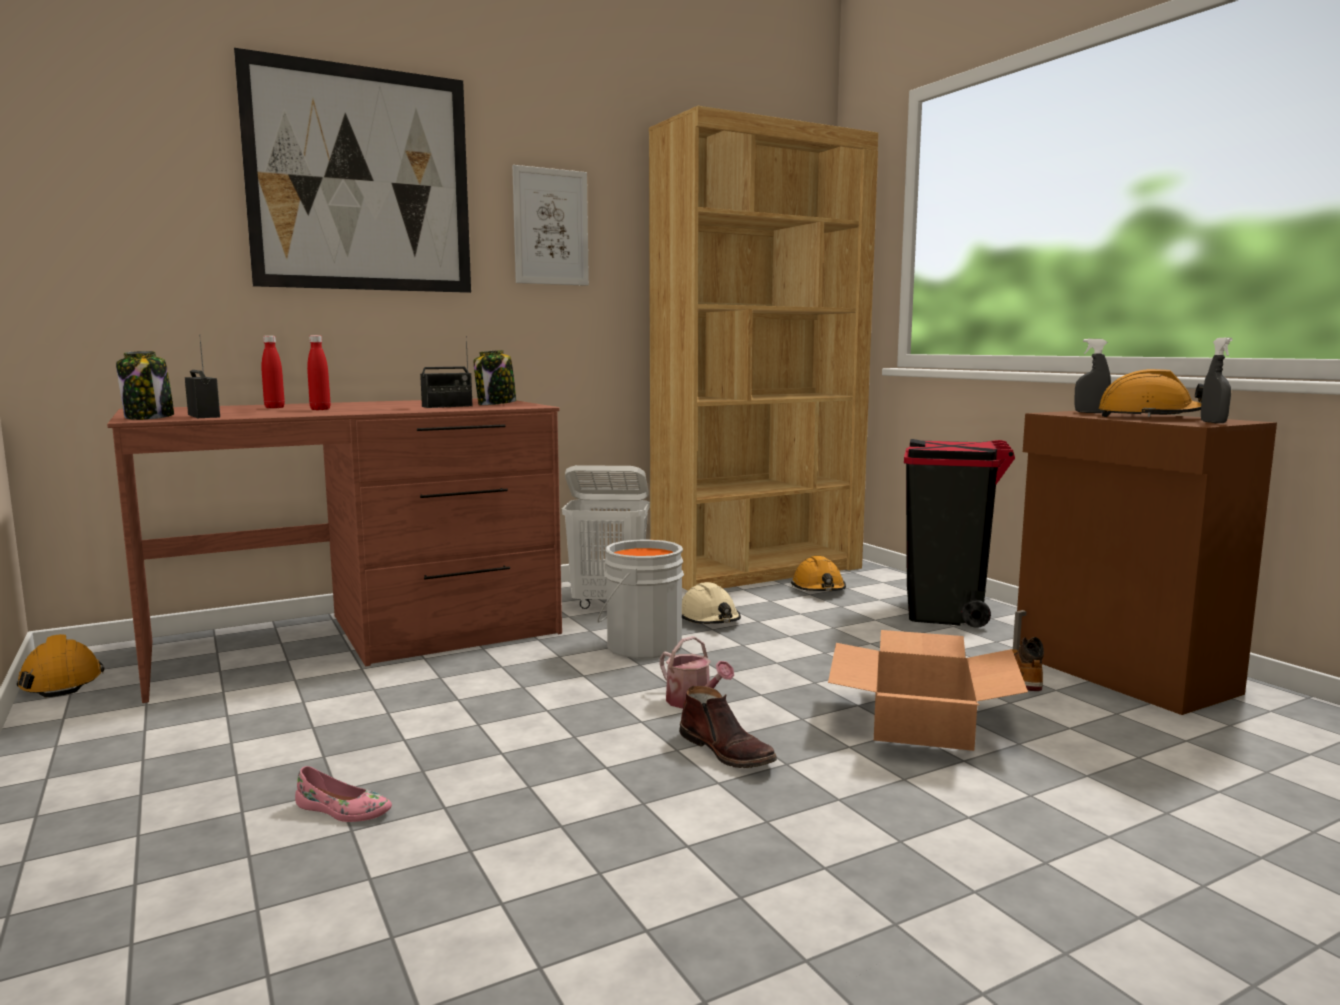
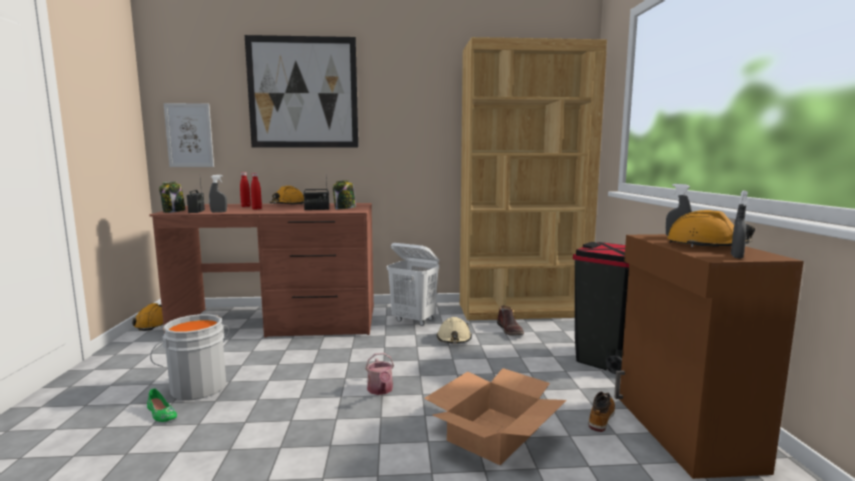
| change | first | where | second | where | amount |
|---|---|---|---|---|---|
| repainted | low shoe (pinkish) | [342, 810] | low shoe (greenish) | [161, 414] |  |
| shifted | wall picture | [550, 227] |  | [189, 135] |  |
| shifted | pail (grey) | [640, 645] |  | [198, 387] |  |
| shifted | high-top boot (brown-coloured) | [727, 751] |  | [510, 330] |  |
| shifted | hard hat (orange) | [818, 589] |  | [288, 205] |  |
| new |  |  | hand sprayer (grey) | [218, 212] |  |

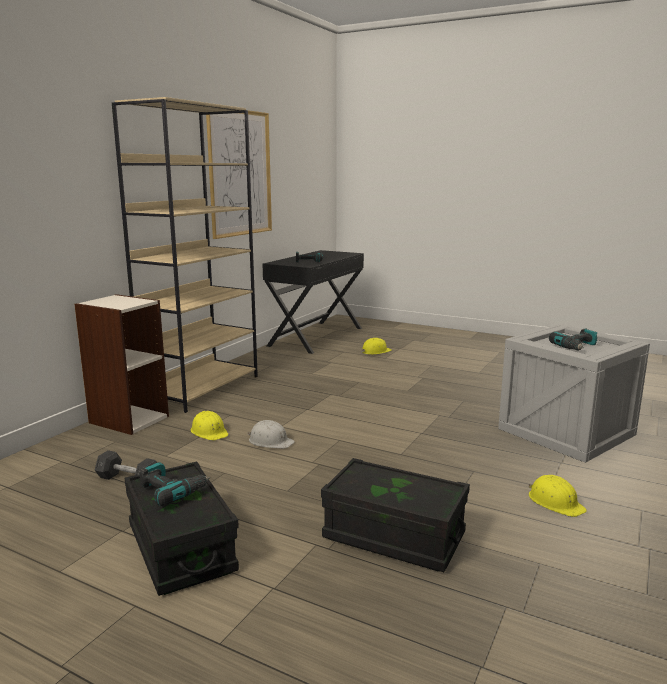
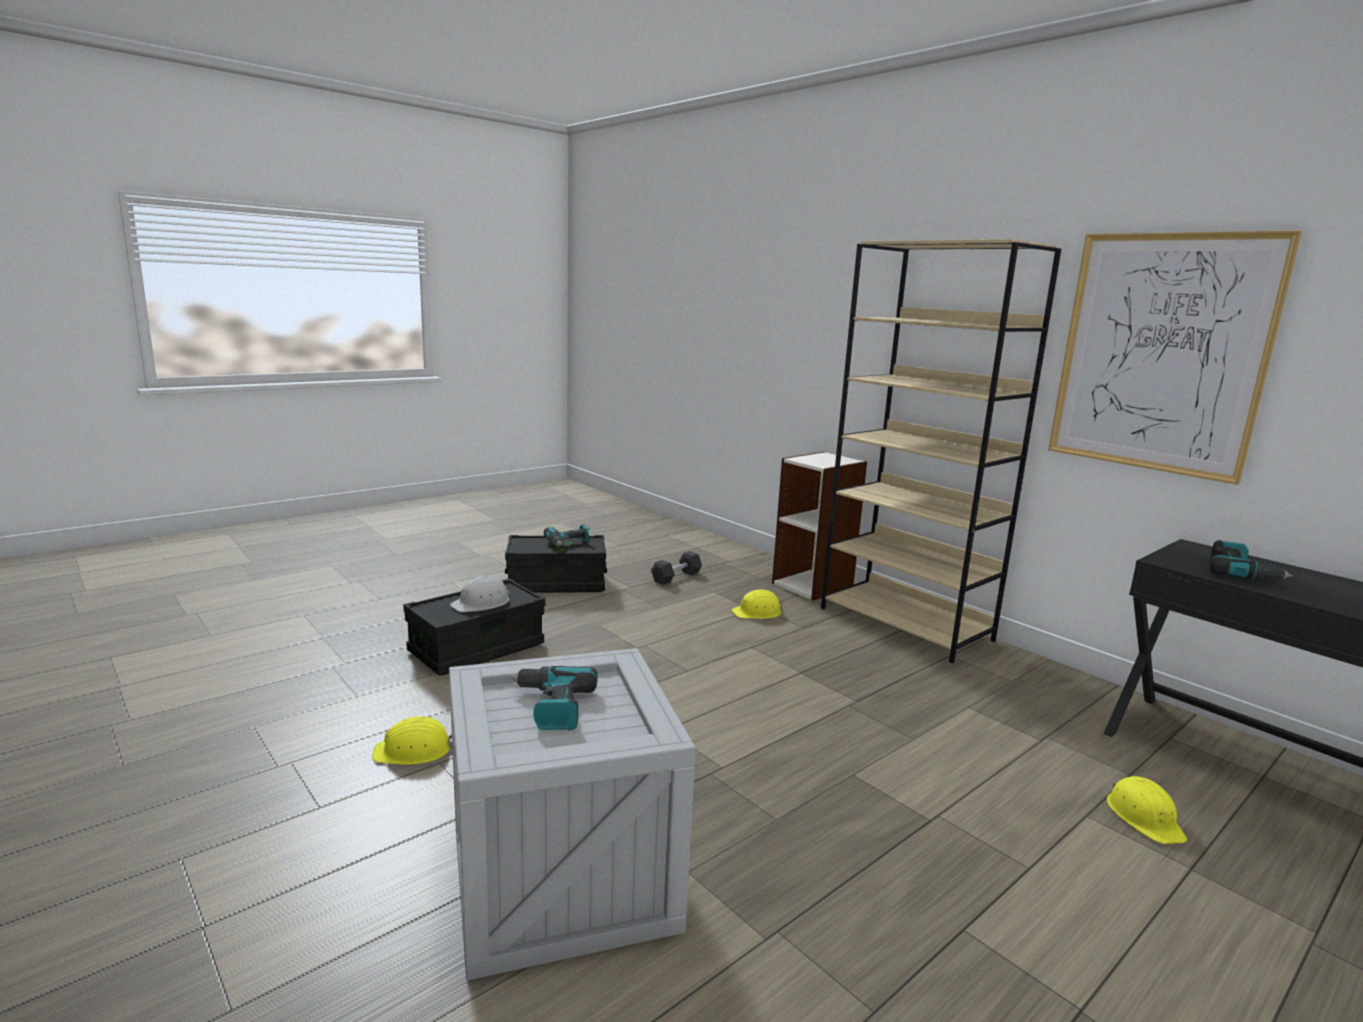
| change | first | where | second | where | amount |
|---|---|---|---|---|---|
| shifted | hard hat (whitish) | [270, 441] |  | [482, 603] |  |

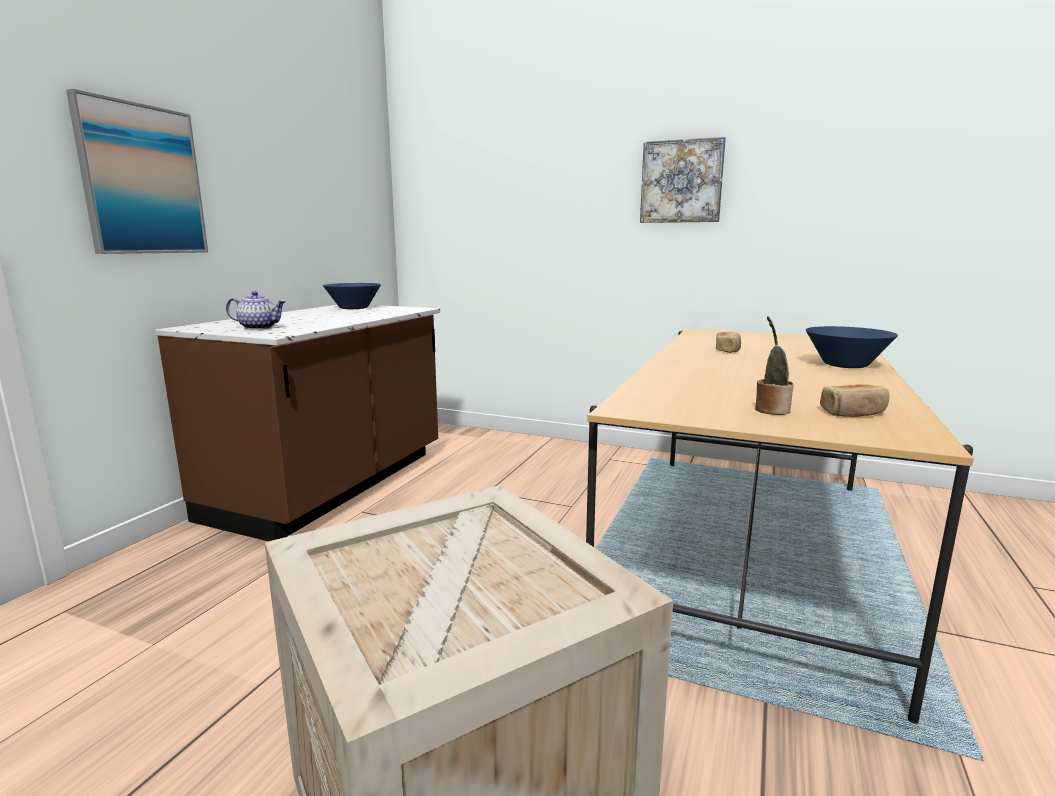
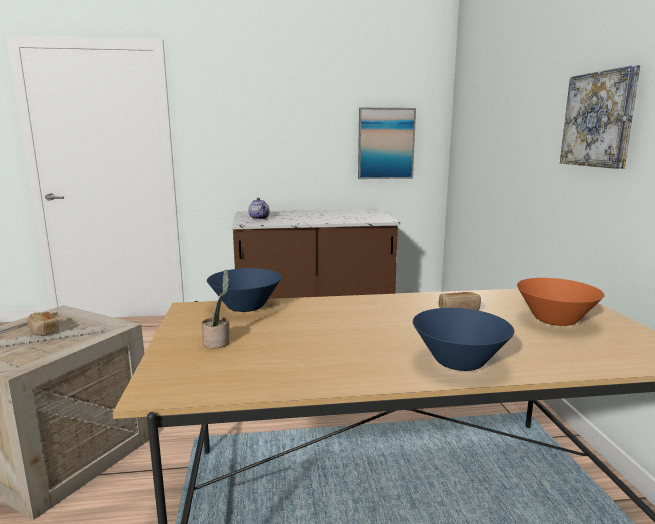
| change | first | where | second | where | amount |
|---|---|---|---|---|---|
| shifted | wall picture | [142, 180] |  | [386, 143] |  |
| shifted | bowl (blue-coloured) | [354, 308] |  | [245, 307] |  |
| shifted | bread | [853, 413] |  | [43, 331] |  |
| new |  |  | bowl (orange) | [554, 320] |  |

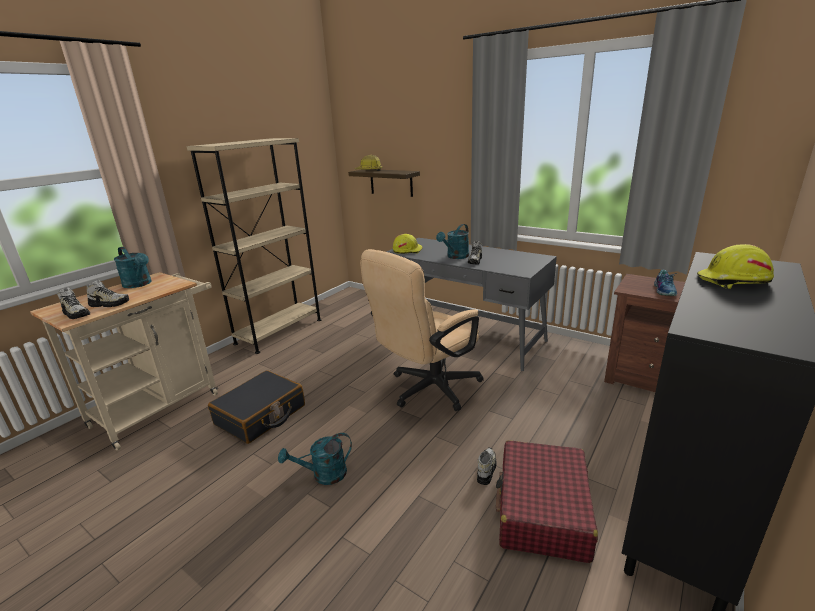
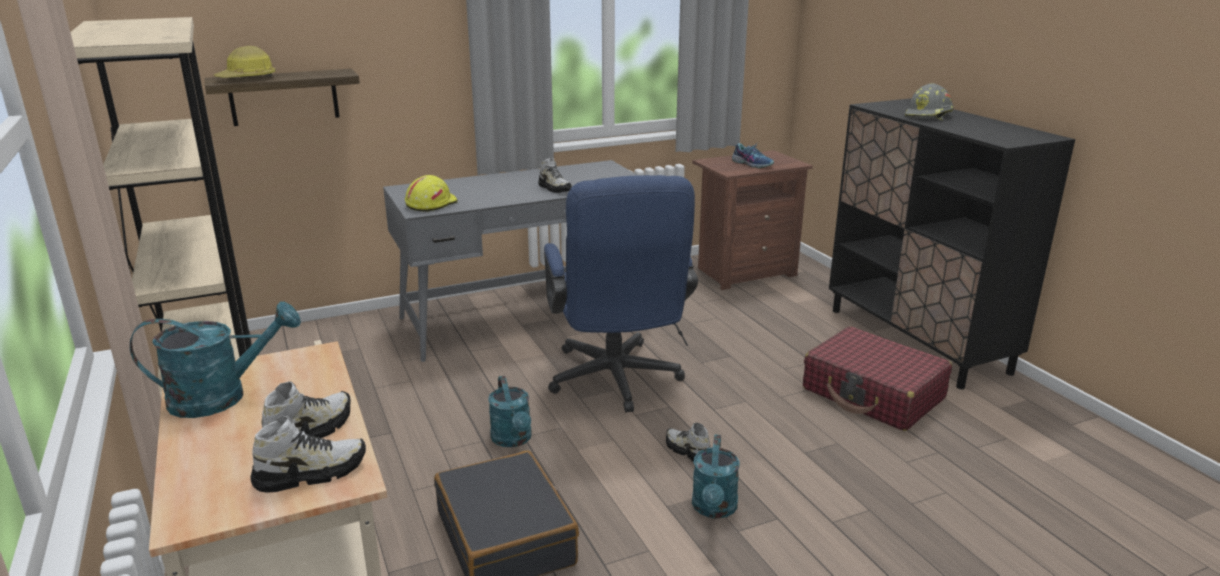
| change | first | where | second | where | amount |
|---|---|---|---|---|---|
| repainted | desk chair (beige-coloured) | [427, 390] | desk chair (blue-coloured) | [616, 383] |  |
| shifted | sprinkling can (turquoise) | [455, 257] |  | [513, 440] |  |
| shifted | low shoe | [486, 469] |  | [688, 452] |  |
| repainted | hard hat (yellow) | [733, 281] | hard hat (grey) | [928, 116] |  |

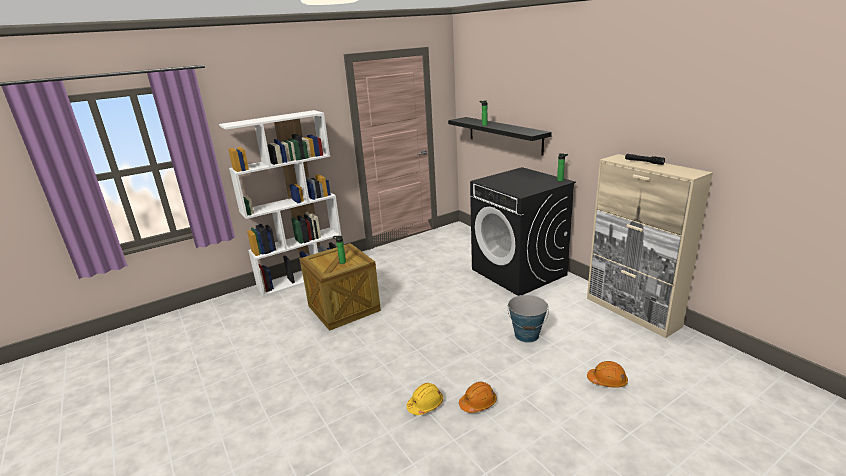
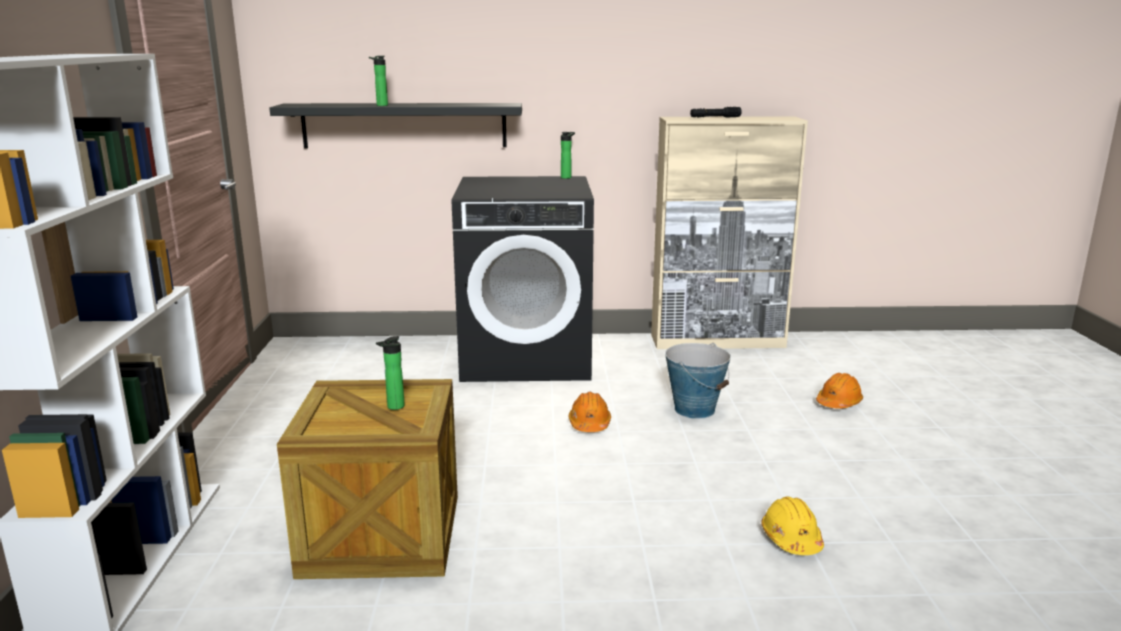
| change | first | where | second | where | amount |
|---|---|---|---|---|---|
| shifted | hard hat (orange) | [478, 403] |  | [589, 424] |  |

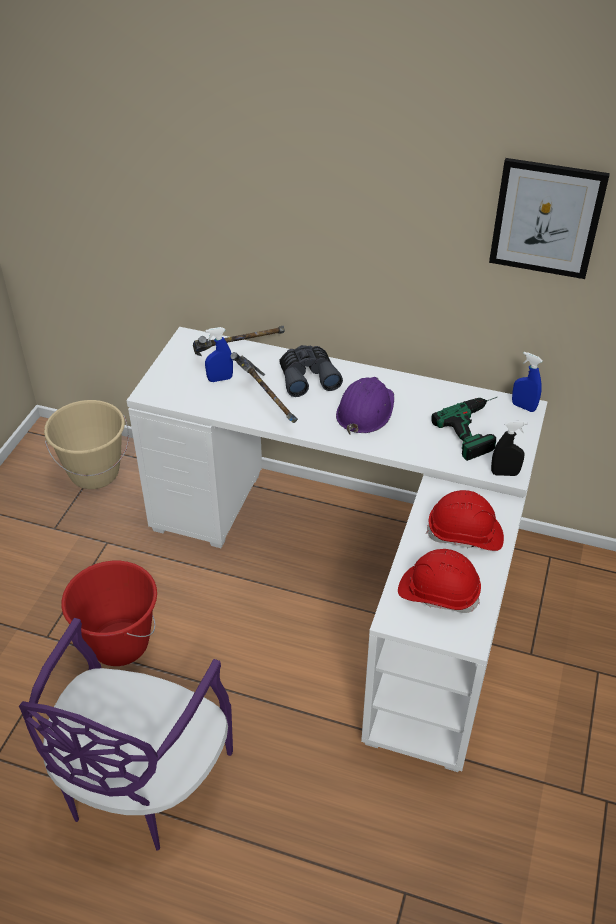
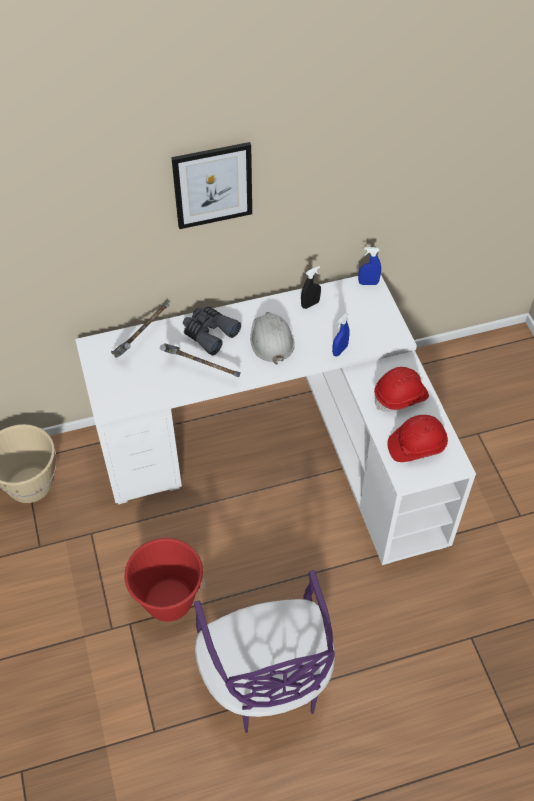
| change | first | where | second | where | amount |
|---|---|---|---|---|---|
| shifted | hand sprayer (blue-coloured) | [220, 379] |  | [340, 350] |  |
| repainted | hard hat (purple-coloured) | [365, 411] | hard hat (whitish) | [271, 340] |  |
| gone | power drill | [479, 428] |  |  |  |
| shifted | wall picture | [546, 218] |  | [213, 185] |  |
| shifted | hand sprayer (black-coloured) | [505, 473] |  | [310, 304] |  |

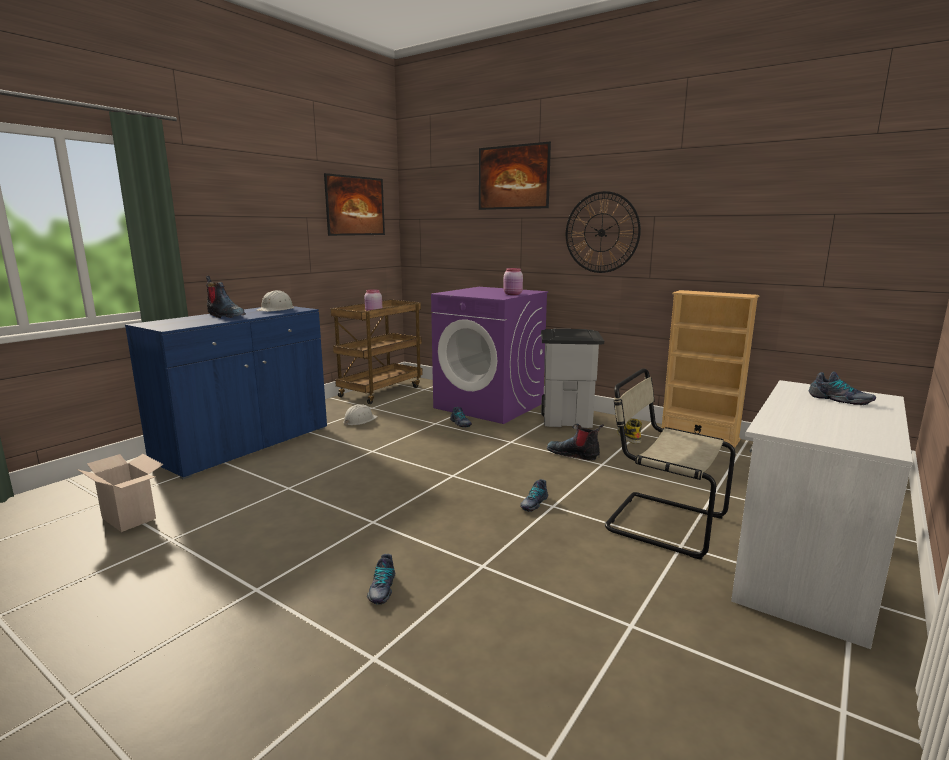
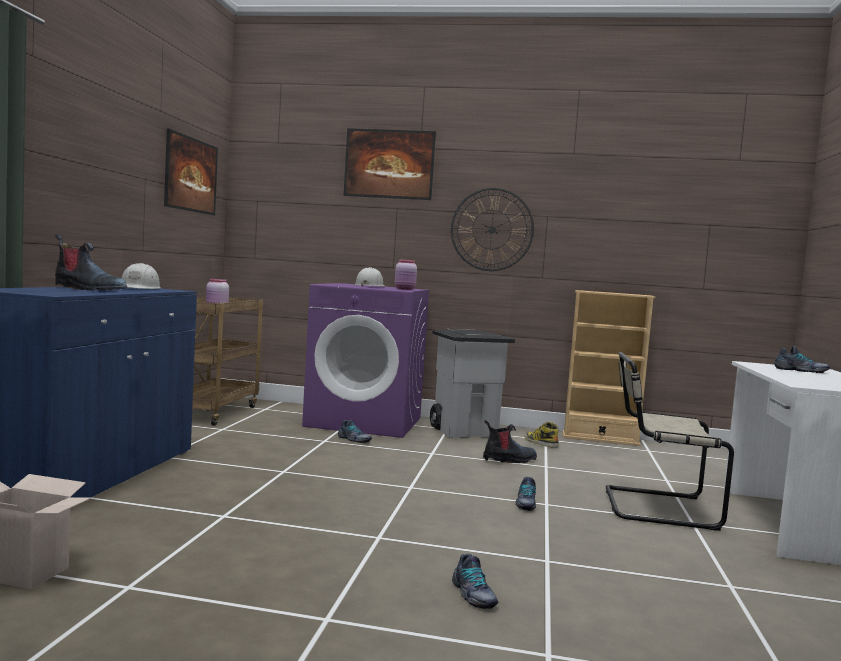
| change | first | where | second | where | amount |
|---|---|---|---|---|---|
| shifted | hard hat (whitish) | [359, 420] |  | [369, 286] |  |
| rotated | high-top boot | [574, 454] |  | [509, 460] | 150 degrees clockwise |

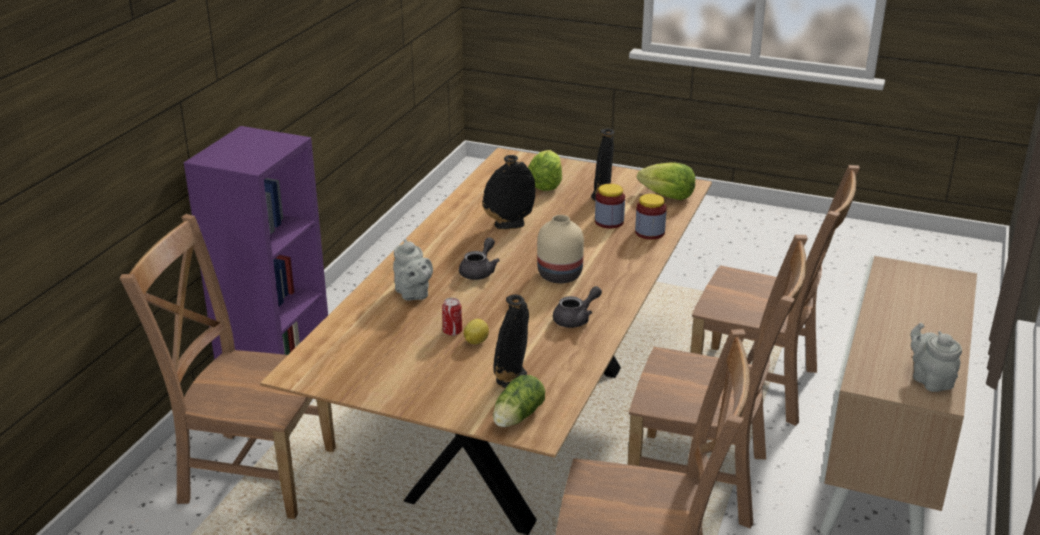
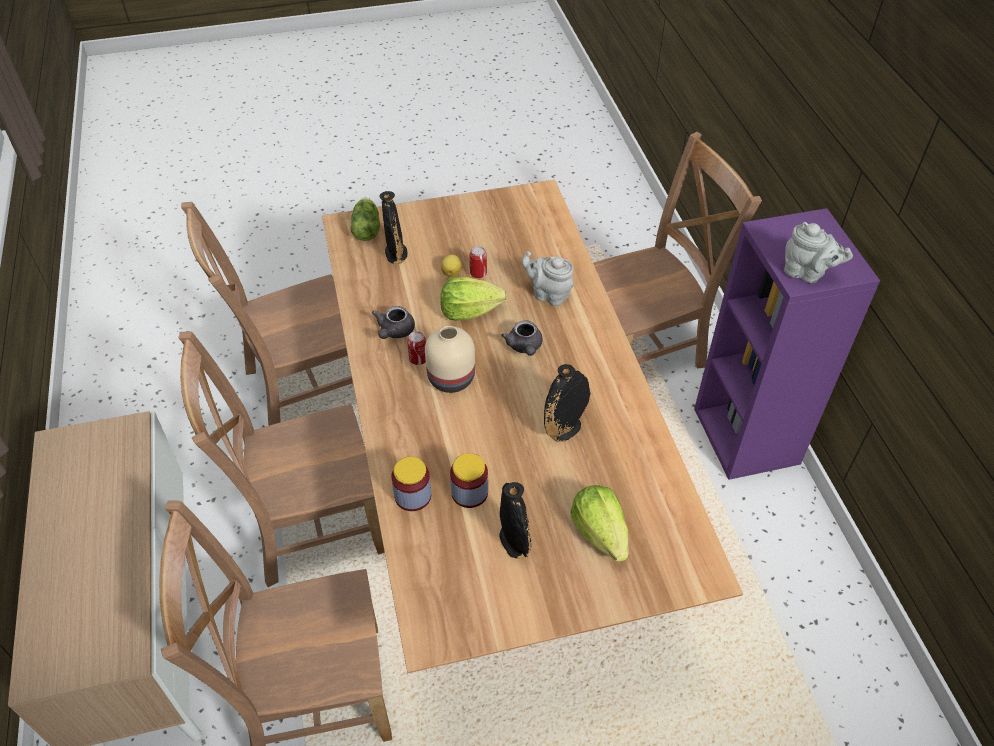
| change | first | where | second | where | amount |
|---|---|---|---|---|---|
| shifted | head of lettuce | [667, 196] |  | [469, 311] |  |
| shifted | pot for tea (grey) | [930, 380] |  | [807, 273] |  |
| new |  |  | metal can | [418, 359] |  |

